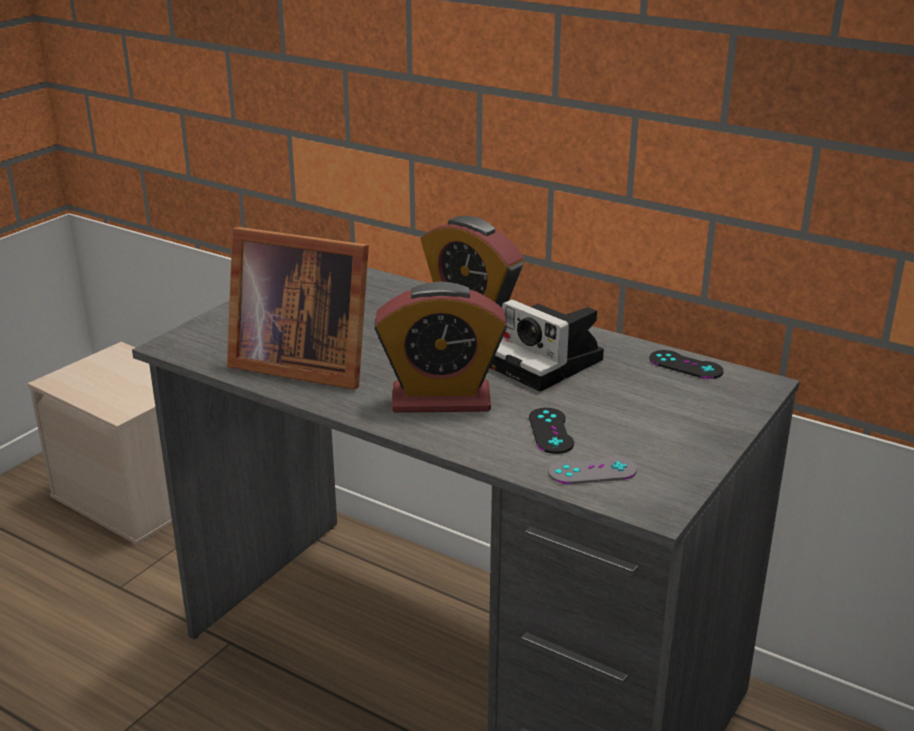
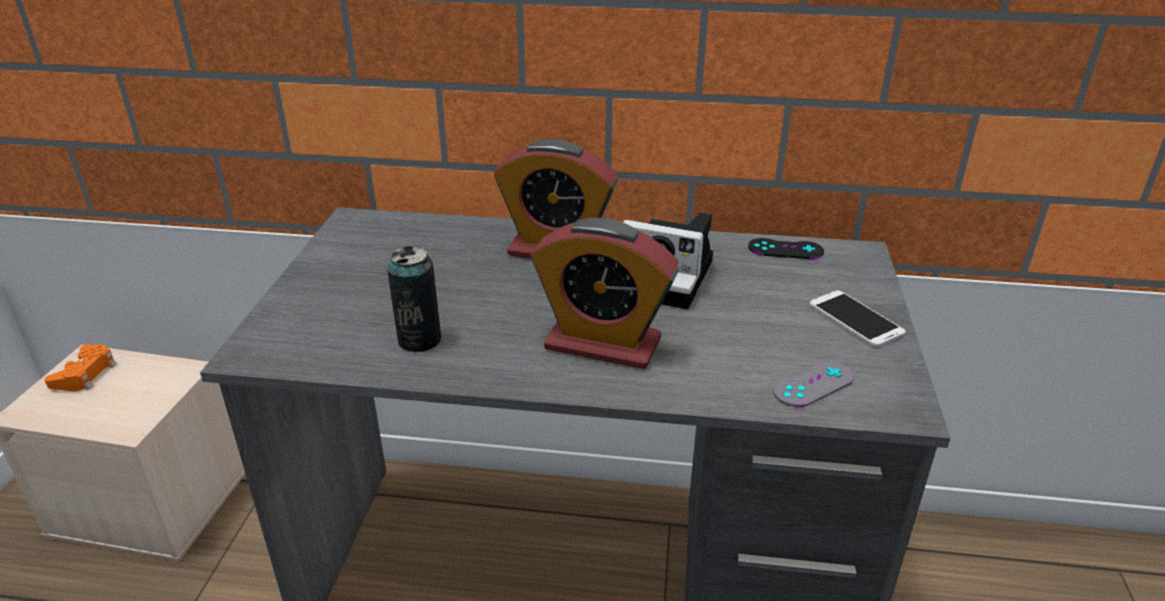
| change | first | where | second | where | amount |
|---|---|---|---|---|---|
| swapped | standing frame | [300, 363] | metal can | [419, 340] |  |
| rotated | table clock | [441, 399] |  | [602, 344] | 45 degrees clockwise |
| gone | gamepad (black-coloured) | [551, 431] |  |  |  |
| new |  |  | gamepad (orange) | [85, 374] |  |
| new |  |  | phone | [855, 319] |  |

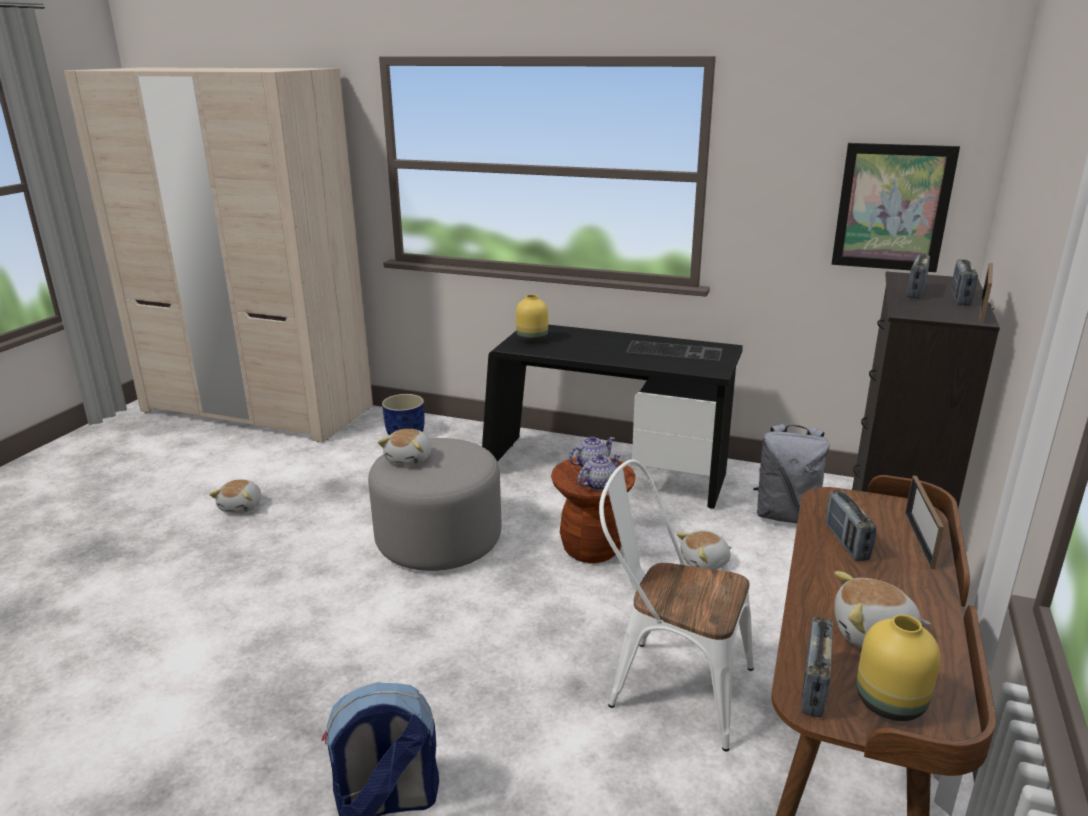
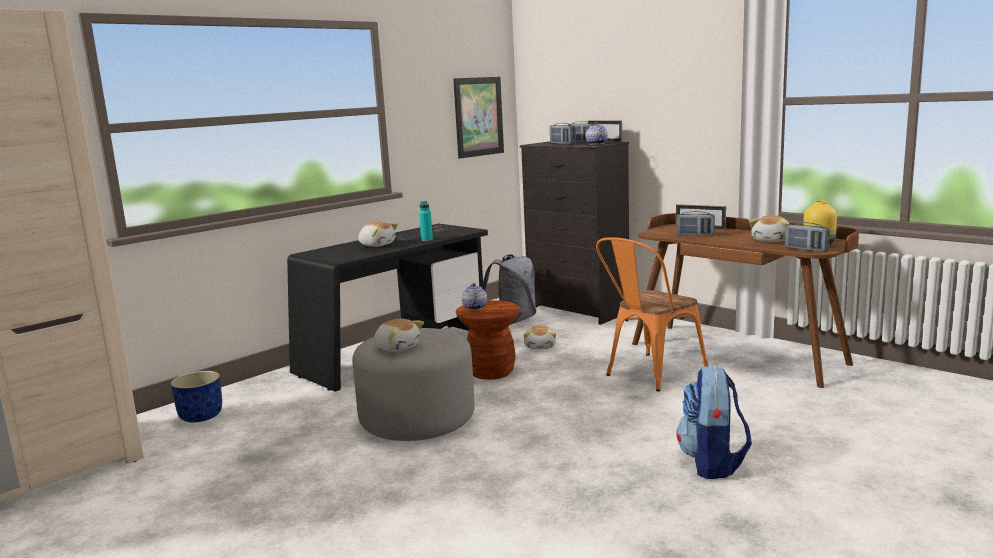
| change | first | where | second | where | amount |
|---|---|---|---|---|---|
| shifted | cuddly toy | [242, 506] |  | [377, 245] |  |
| gone | vase (yellow) | [531, 339] |  |  |  |
| shifted | pot for tea | [599, 484] |  | [596, 144] |  |
| repainted | plain chair (whitish) | [669, 685] | plain chair (orange) | [649, 374] |  |
| new |  |  | beverage bottle (turquoise) | [427, 240] |  |

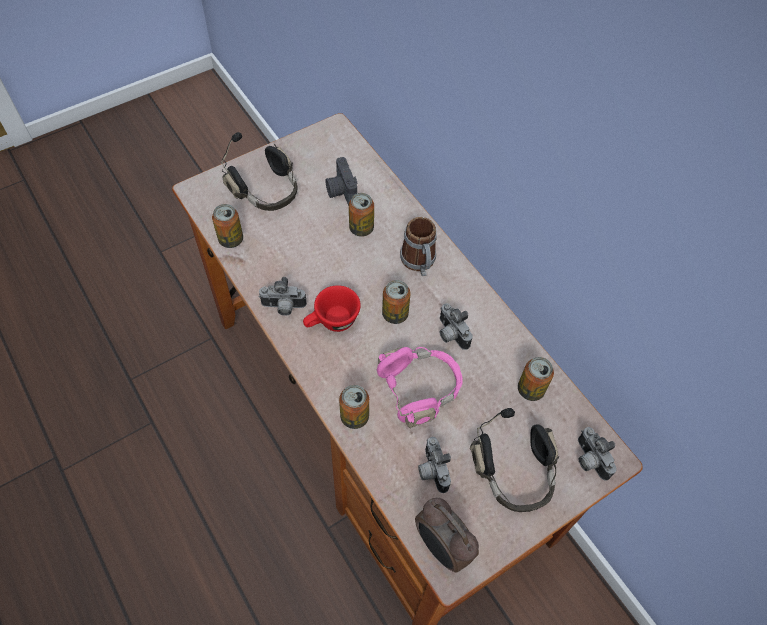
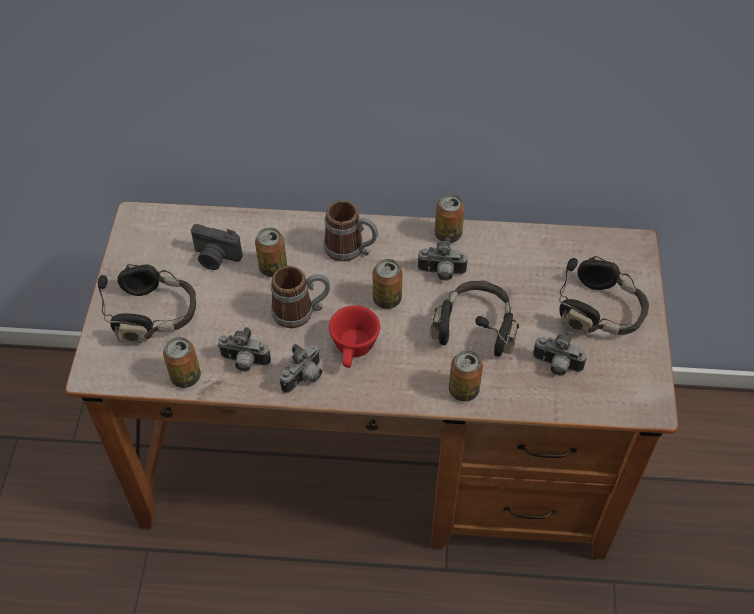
| change | first | where | second | where | amount |
|---|---|---|---|---|---|
| repainted | headphones (pinkish) | [419, 389] | headphones (black-coloured) | [475, 327] |  |
| gone | table clock | [441, 547] |  |  |  |
| shifted | metal can | [530, 389] |  | [448, 234] |  |
| shifted | still camera | [588, 460] |  | [244, 362] |  |
| new |  |  | coffee mug | [301, 311] |  |

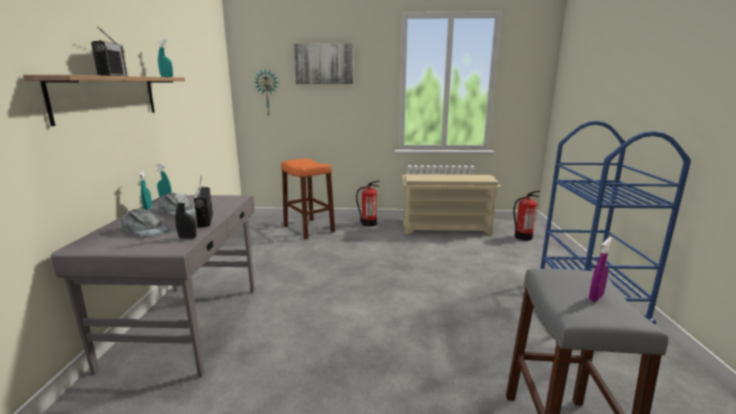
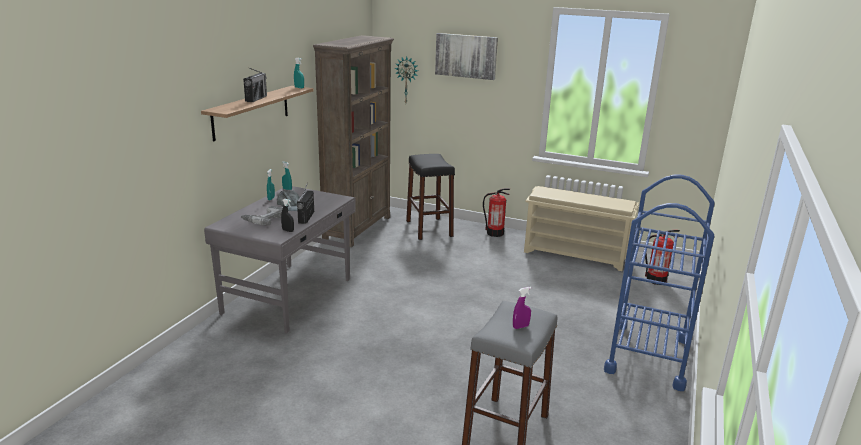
| change | first | where | second | where | amount |
|---|---|---|---|---|---|
| swapped | baseball cap (grey) | [145, 230] | power drill | [263, 219] |  |
| repainted | stool seat (orange) | [309, 229] | stool seat (black-coloured) | [429, 228] |  |
| new |  |  | bookcase (brown-coloured) | [358, 228] |  |

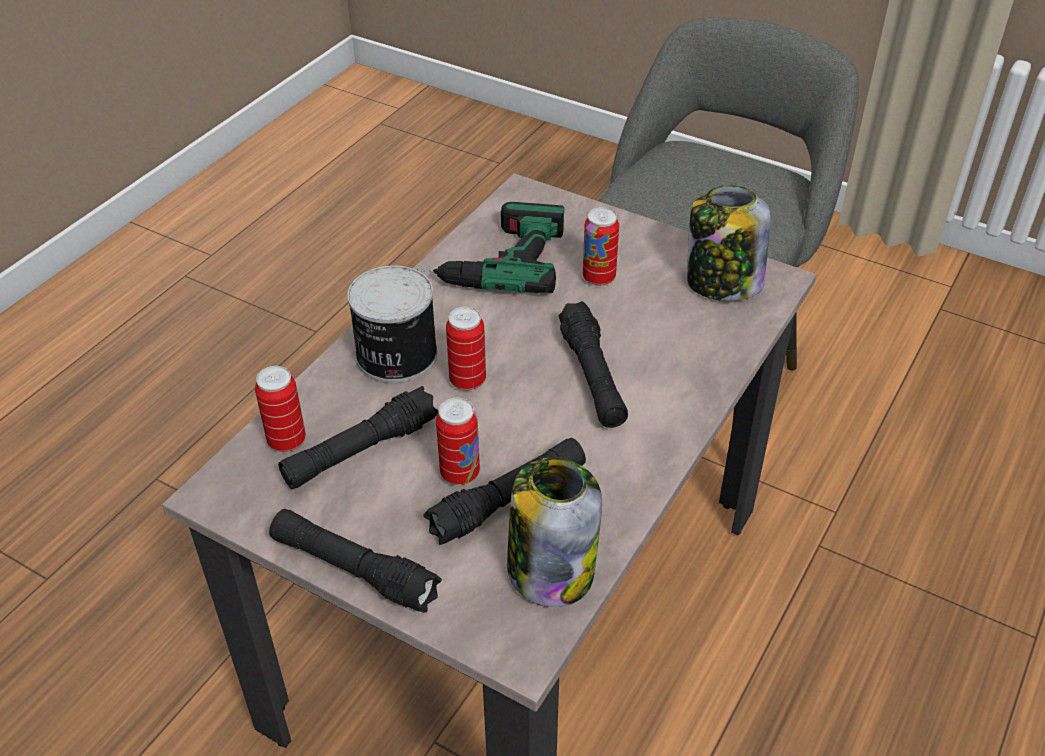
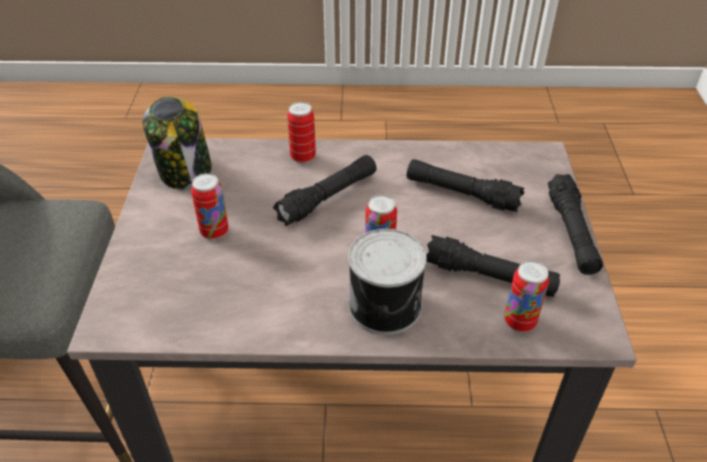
| change | first | where | second | where | amount |
|---|---|---|---|---|---|
| gone | power drill | [489, 258] |  |  |  |
| shifted | metal can | [460, 473] |  | [303, 157] |  |
| gone | preserve jar | [550, 568] |  |  |  |

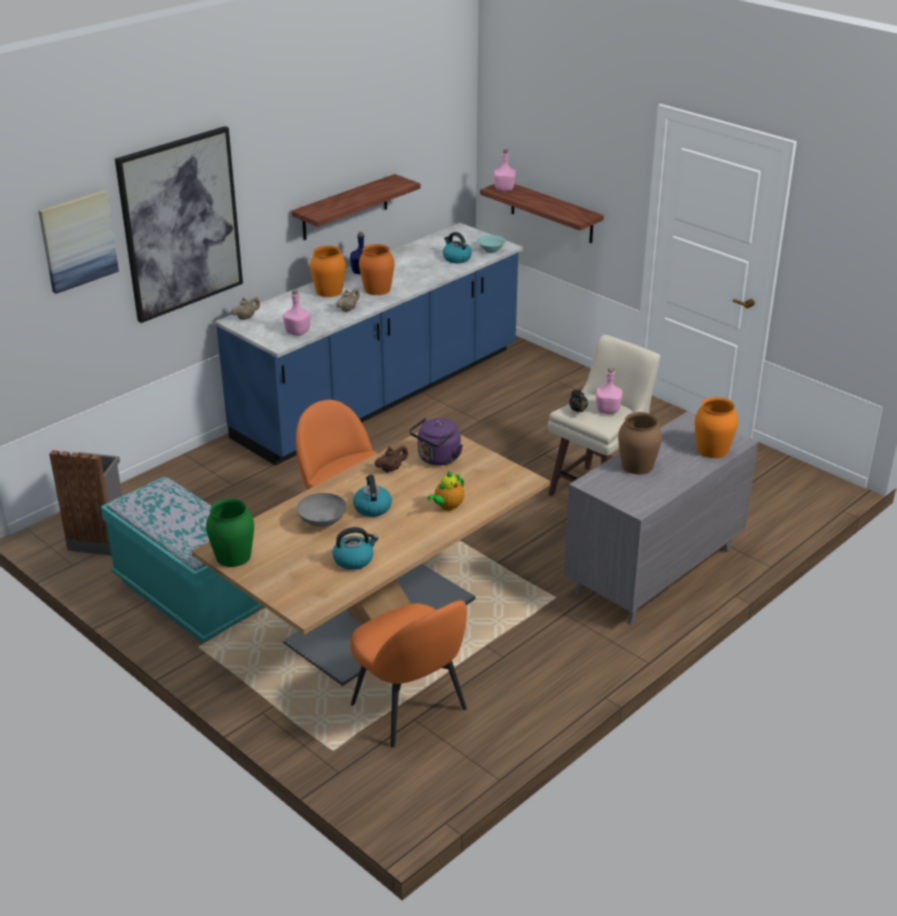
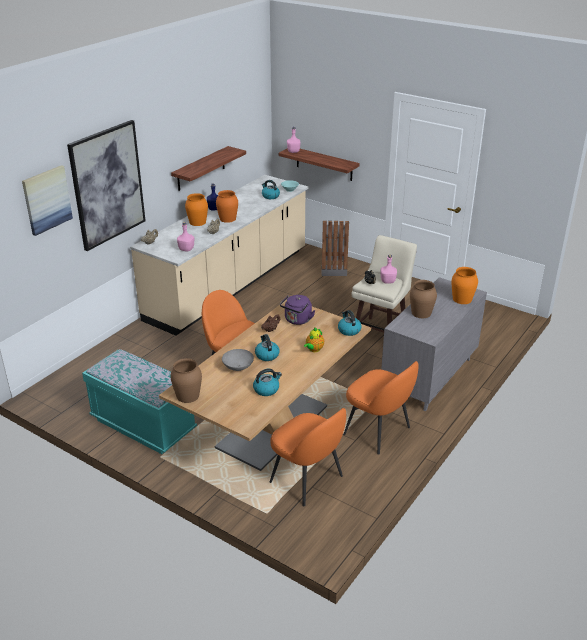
| change | first | where | second | where | amount |
|---|---|---|---|---|---|
| shifted | trash can (grey) | [100, 538] |  | [333, 269] |  |
| repainted | vase (greenish) | [233, 556] | vase (brown-coloured) | [187, 395] |  |
| repainted | counter (blue-coloured) | [381, 394] | counter (beige-coloured) | [229, 285] |  |
| new |  |  | tea kettle | [349, 330] |  |
| new |  |  | plain chair (orange) | [378, 432] |  |

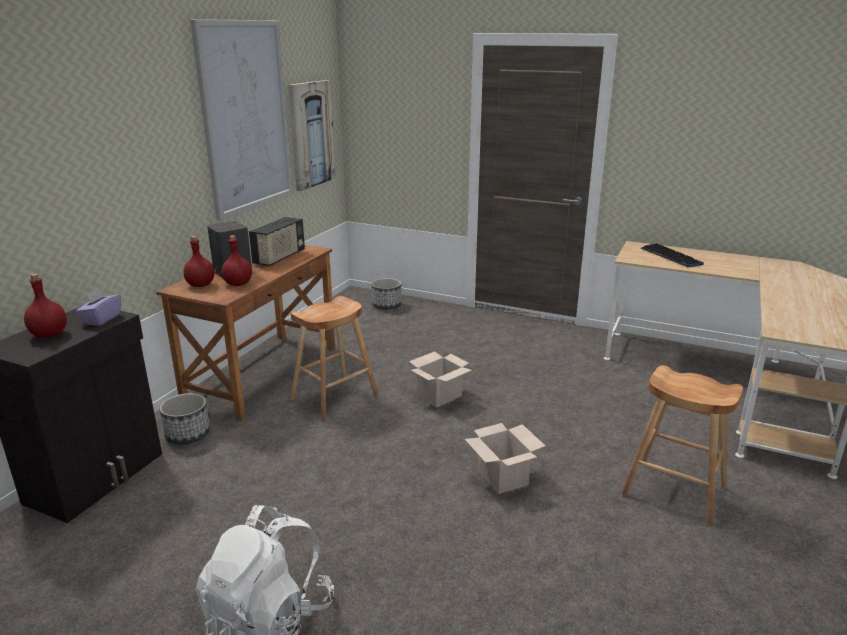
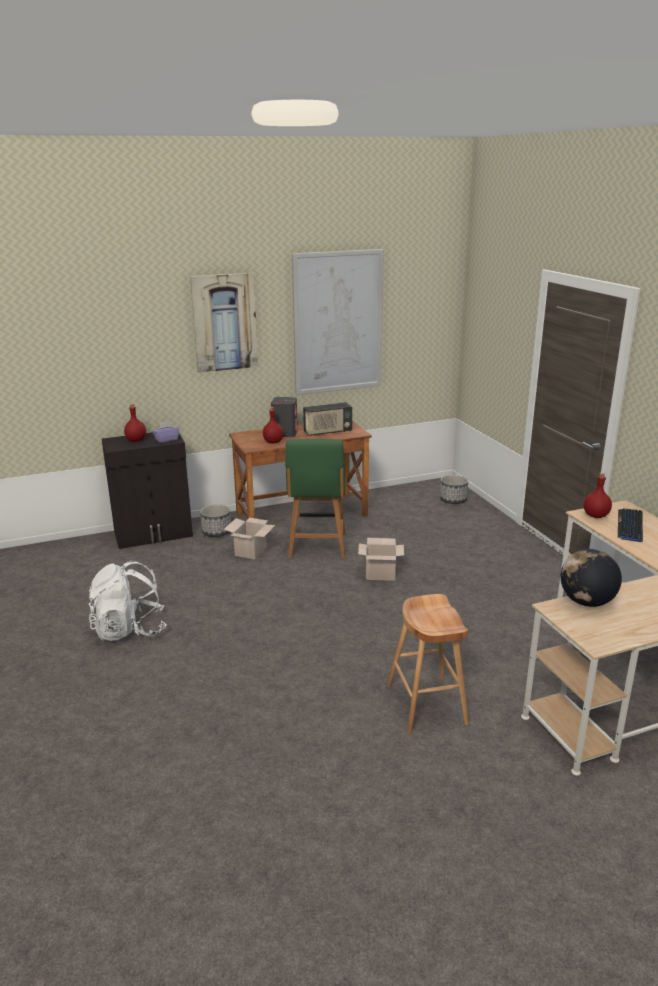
| change | first | where | second | where | amount |
|---|---|---|---|---|---|
| shifted | beverage bottle (reddish) | [200, 285] |  | [595, 515] |  |
| shifted | wall picture | [311, 134] |  | [224, 322] |  |
| swapped | stool seat (brown-coloured) | [335, 397] | plain chair (greenish) | [317, 546] |  |
| shifted | cardboard box | [503, 478] |  | [251, 552] |  |
| new |  |  | globe | [586, 602] |  |

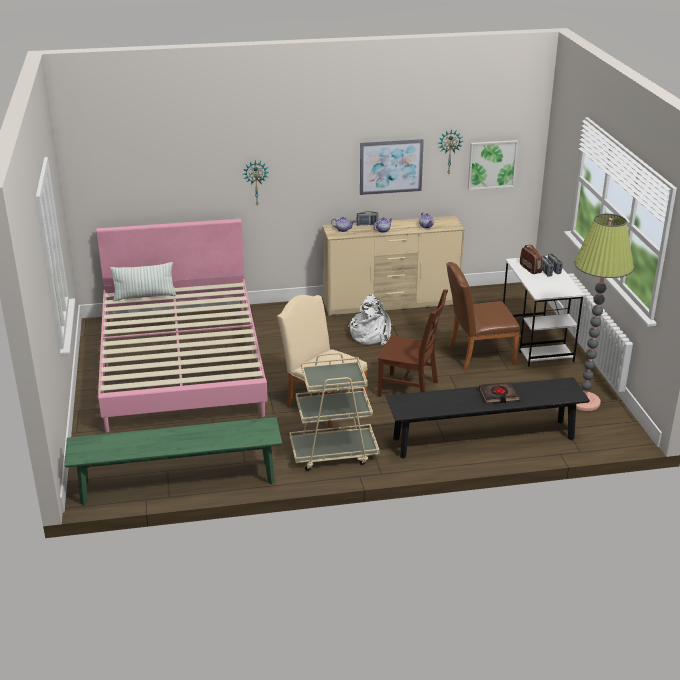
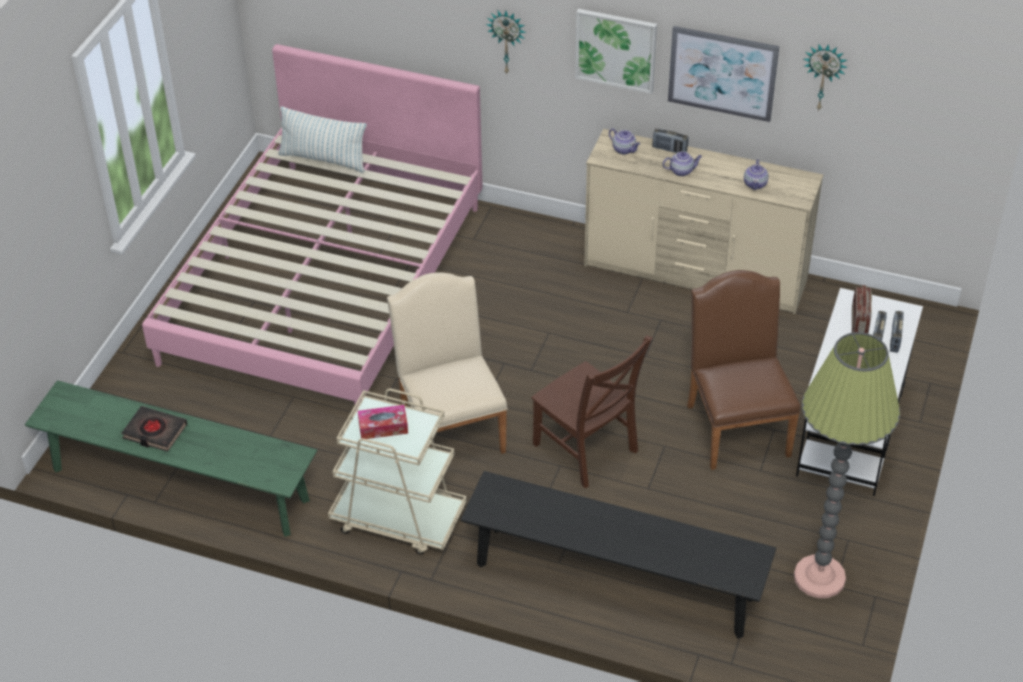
| change | first | where | second | where | amount |
|---|---|---|---|---|---|
| gone | rucksack (whitish) | [371, 335] |  |  |  |
| rotated | plain chair (brown-coloured) | [476, 355] |  | [736, 424] | 60 degrees clockwise |
| shifted | wall picture | [492, 164] |  | [616, 50] |  |
| shifted | bound book (black-coloured) | [499, 395] |  | [155, 432] |  |
| new |  |  | box of tissues | [383, 427] |  |

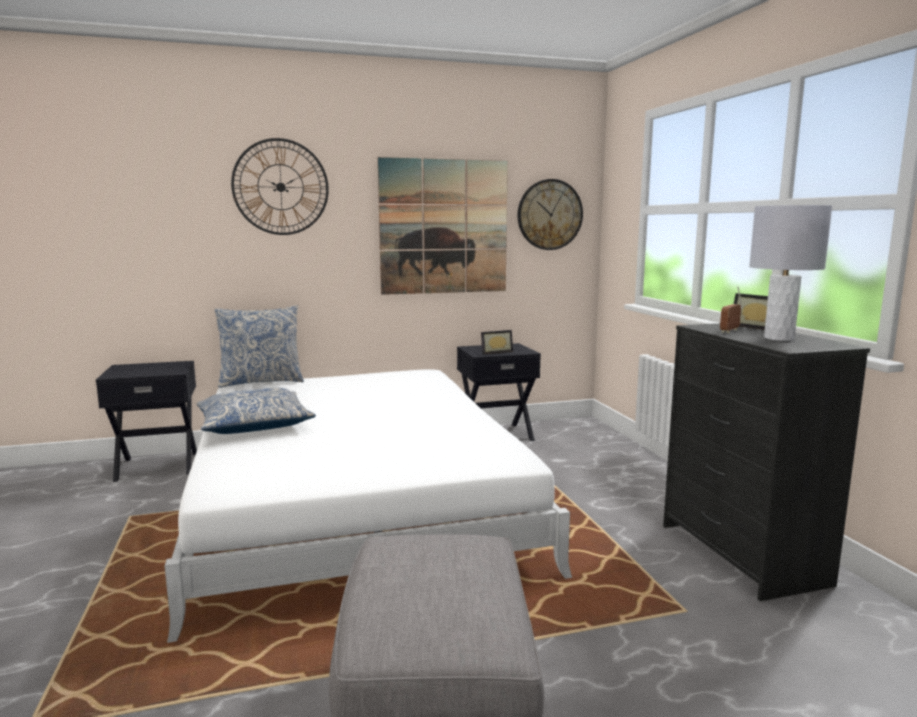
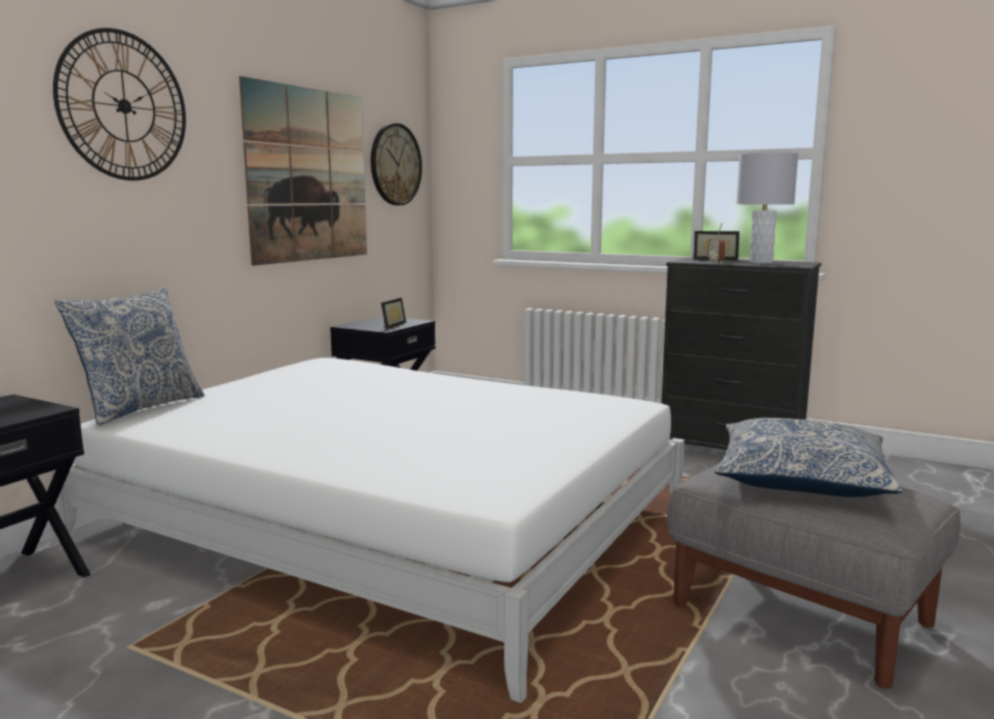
| change | first | where | second | where | amount |
|---|---|---|---|---|---|
| shifted | throw pillow | [254, 425] |  | [801, 478] |  |

